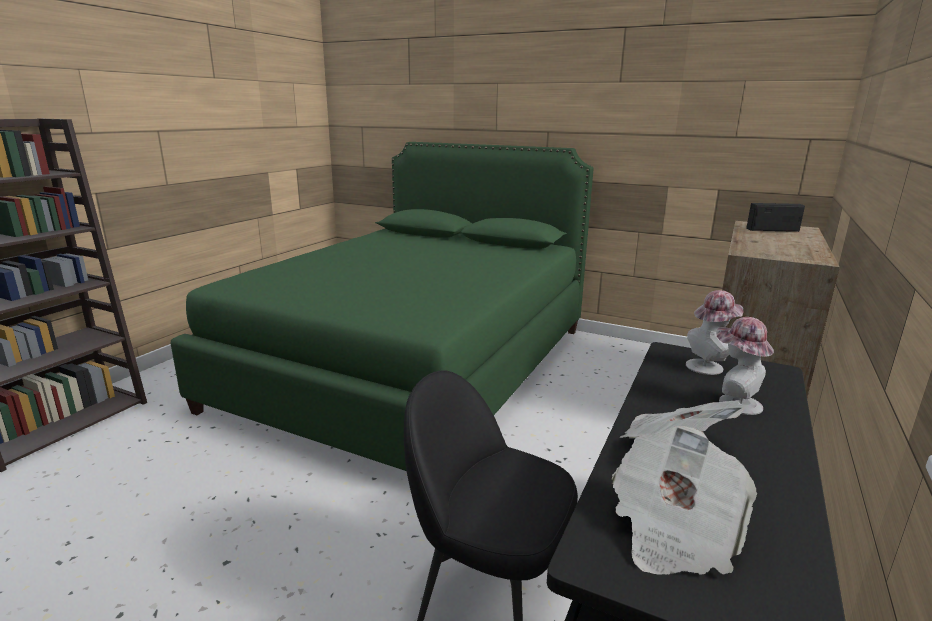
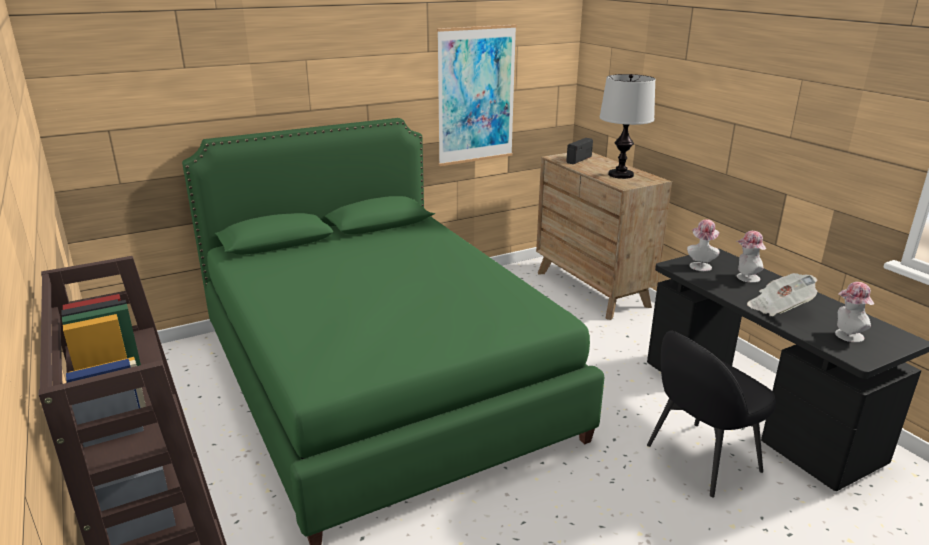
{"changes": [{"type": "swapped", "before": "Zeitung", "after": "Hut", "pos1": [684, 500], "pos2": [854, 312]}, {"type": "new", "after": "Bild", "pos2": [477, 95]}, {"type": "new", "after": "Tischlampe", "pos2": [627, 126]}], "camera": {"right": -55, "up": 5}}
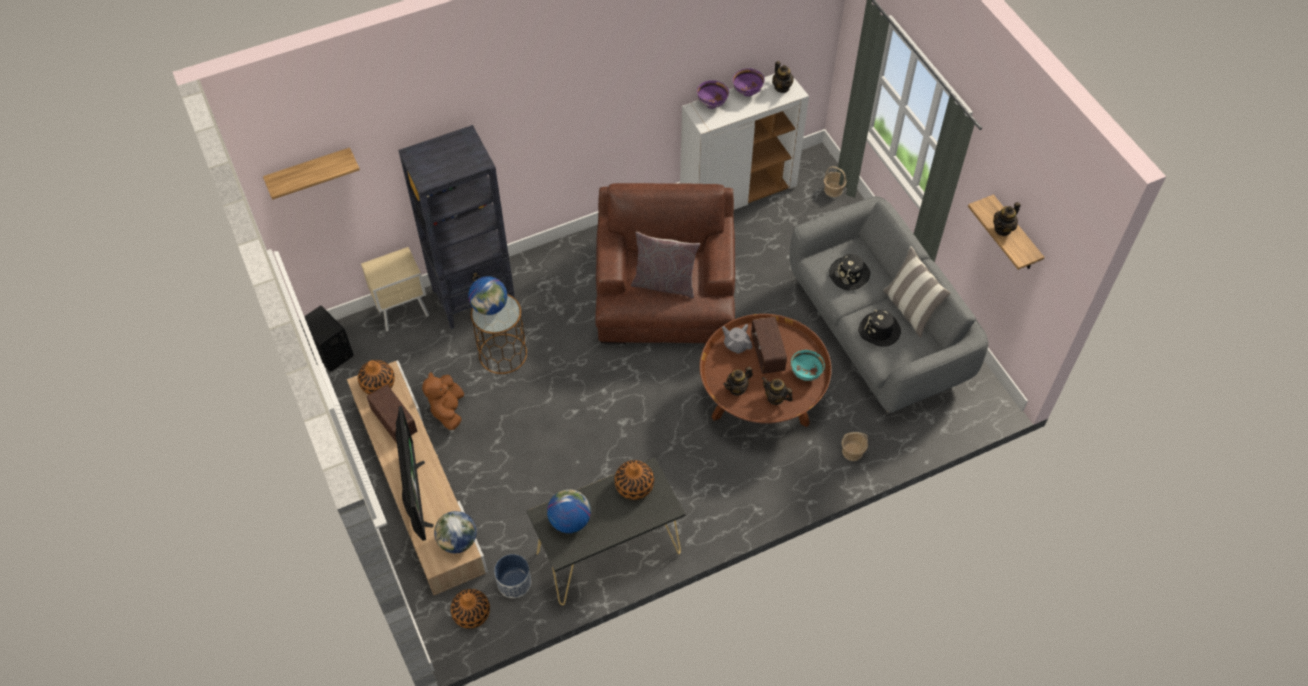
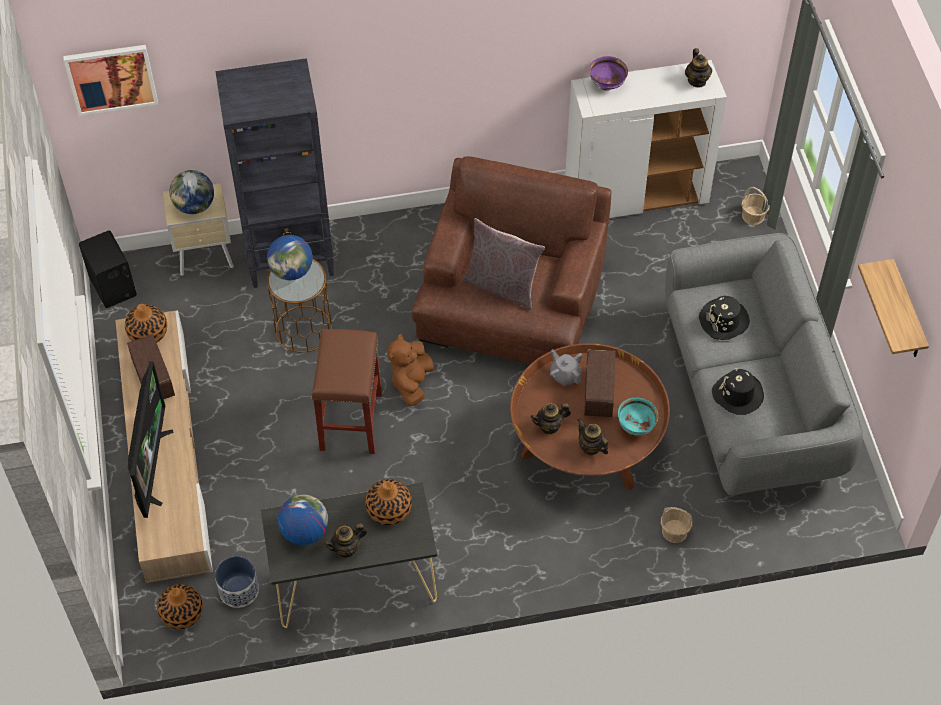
{"changes": [{"type": "swapped", "before": "Wandregal", "after": "Bild", "pos1": [311, 174], "pos2": [110, 80]}, {"type": "shifted", "before": "Plüschtier (braun)", "pos1": [443, 401], "pos2": [410, 370]}, {"type": "shifted", "before": "Globus", "pos1": [455, 532], "pos2": [192, 192]}, {"type": "gone", "before": "Schüssel (lila)", "pos1": [748, 82]}, {"type": "gone", "before": "Kissen", "pos1": [916, 292]}, {"type": "shifted", "before": "Teekanne", "pos1": [1007, 219], "pos2": [345, 540]}, {"type": "new", "after": "Hocker (braun)", "pos2": [347, 391]}], "camera": {"right": 15, "up": 0}}
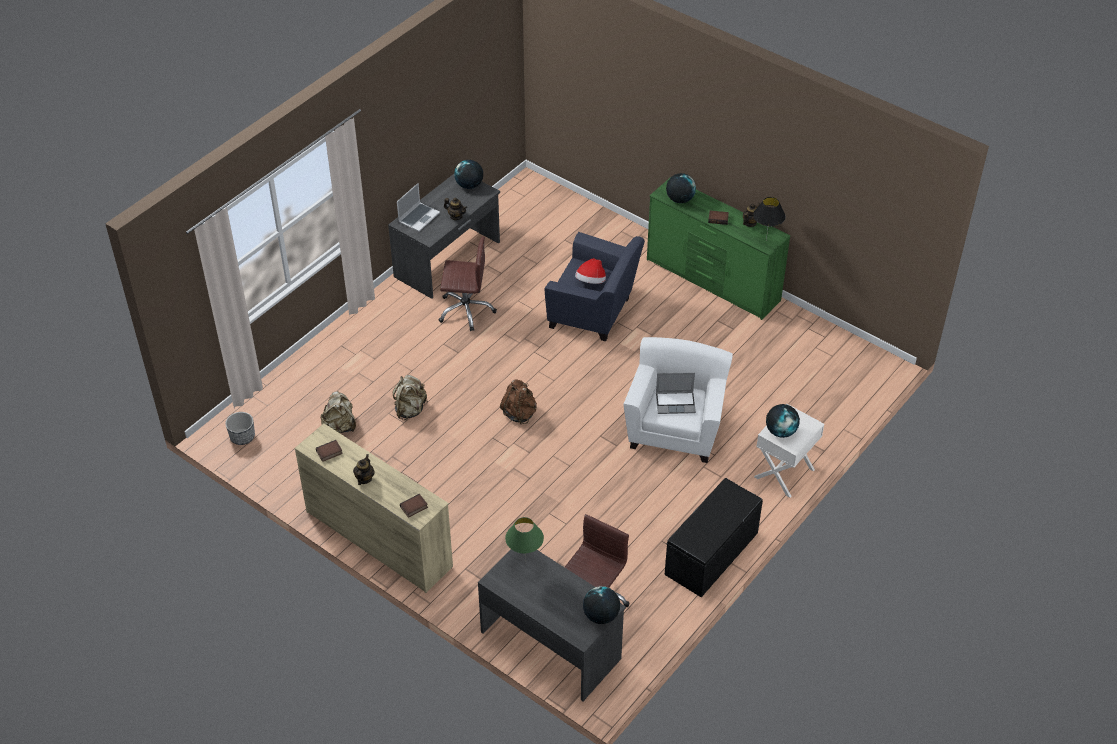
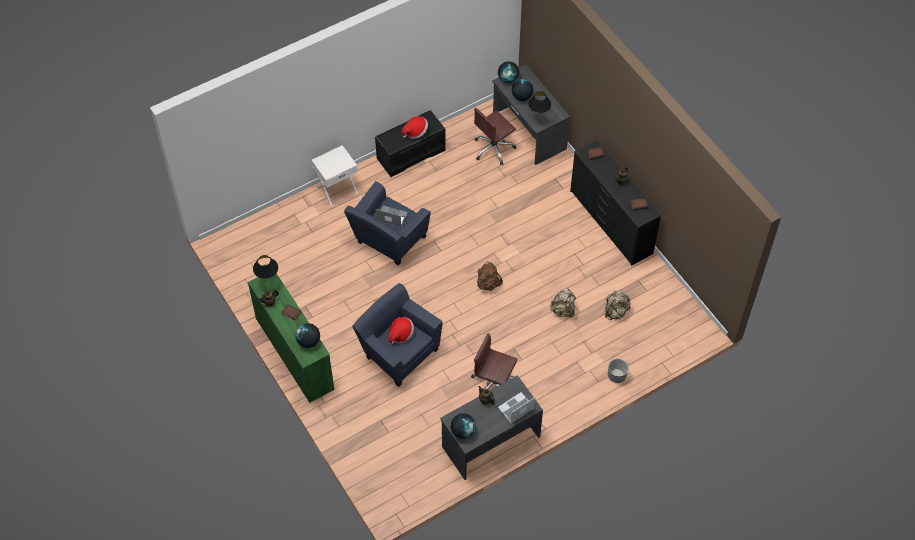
{"changes": [{"type": "shifted", "before": "Pflanzkübel", "pos1": [240, 428], "pos2": [618, 370]}, {"type": "repainted", "before": "Kommode (beige)", "after": "Kommode (schwarz)", "pos1": [374, 508], "pos2": [615, 203]}, {"type": "repainted", "before": "Tischlampe (grün)", "after": "Tischlampe (schwarz)", "pos1": [524, 535], "pos2": [539, 105]}, {"type": "repainted", "before": "Sessel (weiß)", "after": "Sessel (blau)", "pos1": [678, 400], "pos2": [387, 223]}, {"type": "shifted", "before": "Globus", "pos1": [783, 421], "pos2": [522, 90]}, {"type": "new", "after": "Hut", "pos2": [415, 127]}], "camera": {"right": -160, "up": 10}}
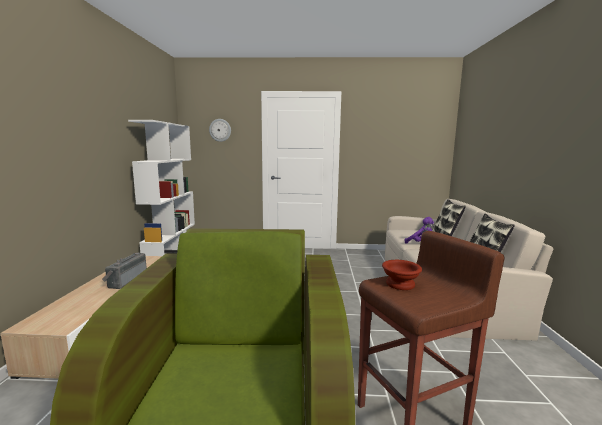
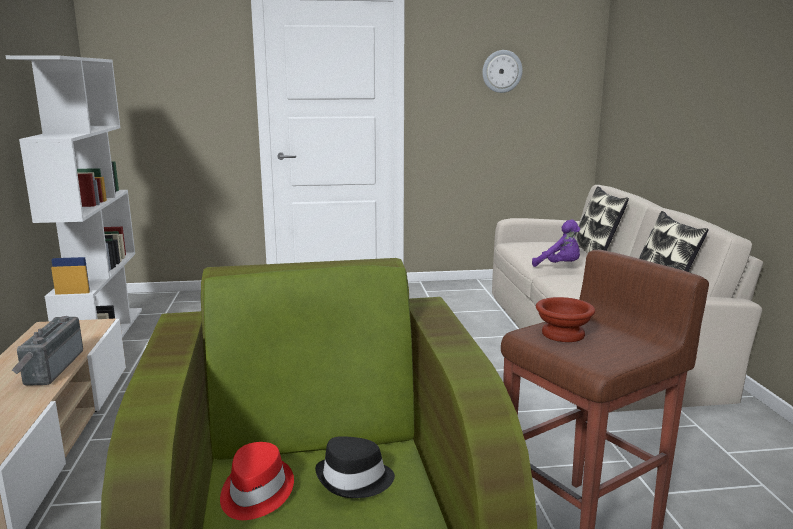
{"changes": [{"type": "shifted", "before": "Wanduhr", "pos1": [220, 130], "pos2": [502, 71]}, {"type": "new", "after": "Hut (rot)", "pos2": [257, 481]}, {"type": "new", "after": "Hut (schwarz)", "pos2": [355, 467]}], "camera": {"right": -10, "up": 5}}
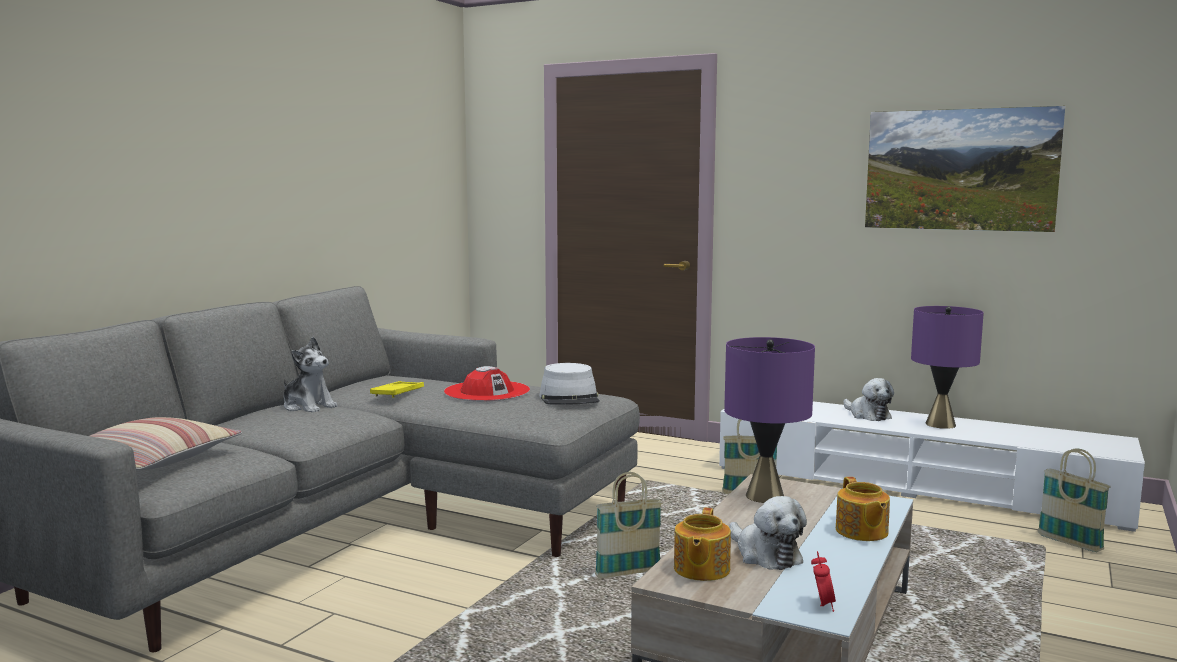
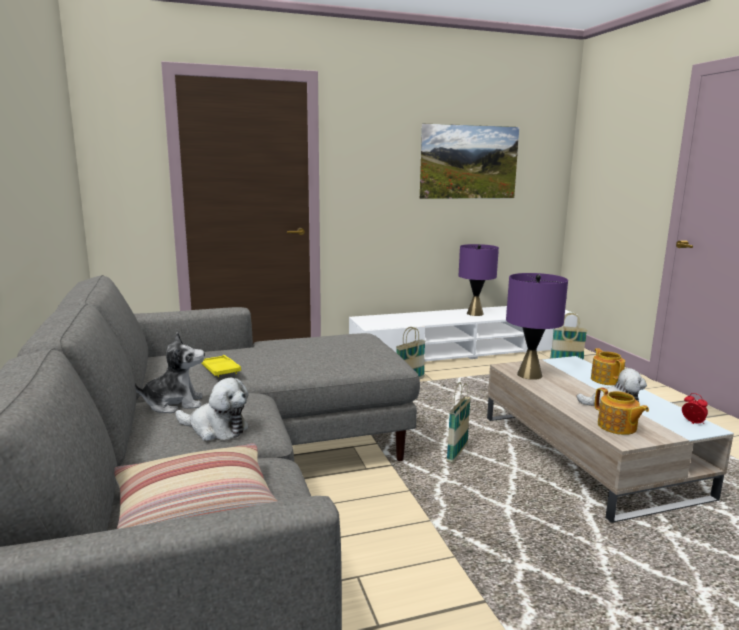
{"changes": [{"type": "gone", "before": "Hut (rot)", "pos1": [487, 383]}, {"type": "gone", "before": "Hut (grau)", "pos1": [569, 384]}, {"type": "rotated", "before": "Teekanne", "pos1": [863, 509], "pos2": [608, 367], "turn": -135}, {"type": "shifted", "before": "Plüschtier", "pos1": [869, 399], "pos2": [212, 409]}], "camera": {"right": -45, "up": 5}}
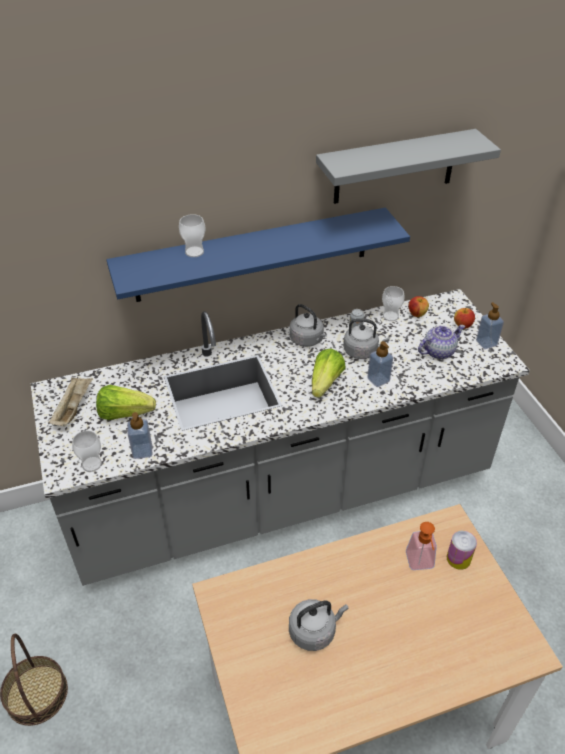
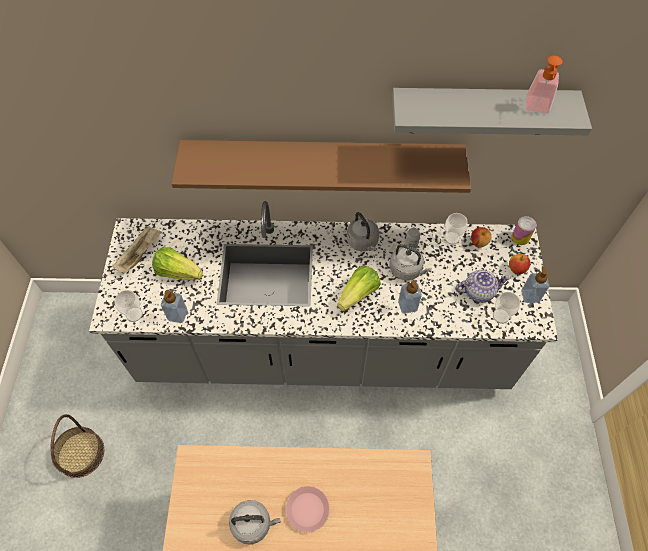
{"changes": [{"type": "repainted", "before": "Wandregal (blau)", "after": "Wandregal (braun)", "pos1": [258, 255], "pos2": [321, 166]}, {"type": "shifted", "before": "Tasse", "pos1": [192, 235], "pos2": [506, 308]}, {"type": "shifted", "before": "Seifenspender", "pos1": [421, 546], "pos2": [544, 85]}, {"type": "shifted", "before": "Dose", "pos1": [462, 550], "pos2": [524, 230]}, {"type": "new", "after": "Teller (rosa)", "pos2": [308, 509]}], "camera": {"right": 20, "up": 15}}
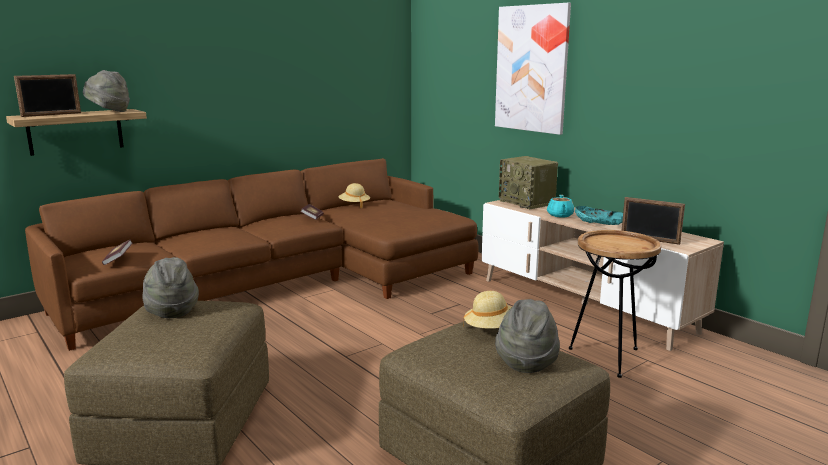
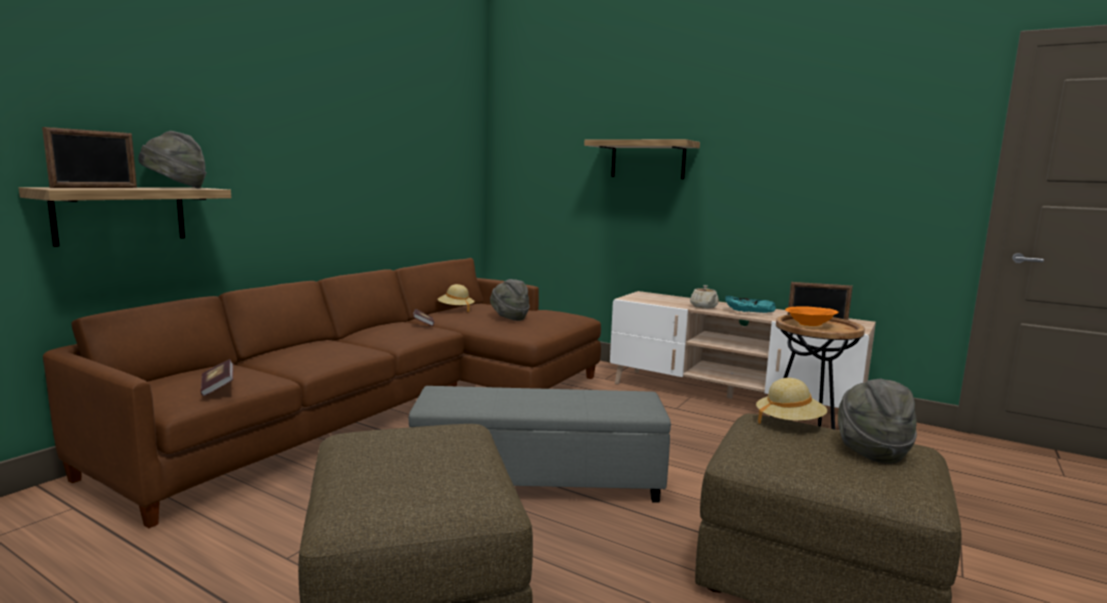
{"changes": [{"type": "shifted", "before": "Hut (grau)", "pos1": [170, 287], "pos2": [510, 300]}, {"type": "swapped", "before": "Bild", "after": "Wandregal", "pos1": [533, 69], "pos2": [642, 159]}, {"type": "gone", "before": "Radio", "pos1": [528, 182]}, {"type": "repainted", "before": "Teekanne (türkis)", "after": "Teekanne (beige)", "pos1": [560, 206], "pos2": [704, 297]}, {"type": "new", "after": "Polsterhocker (grau)", "pos2": [539, 444]}, {"type": "new", "after": "Schüssel (orange)", "pos2": [811, 316]}], "camera": {"right": -20, "up": -5}}
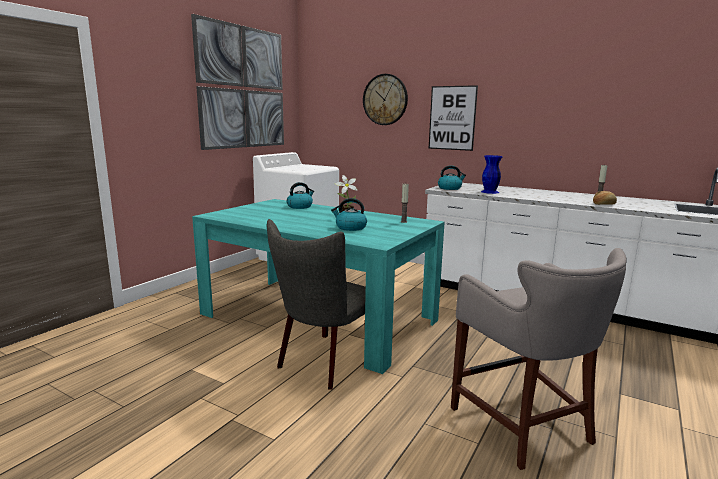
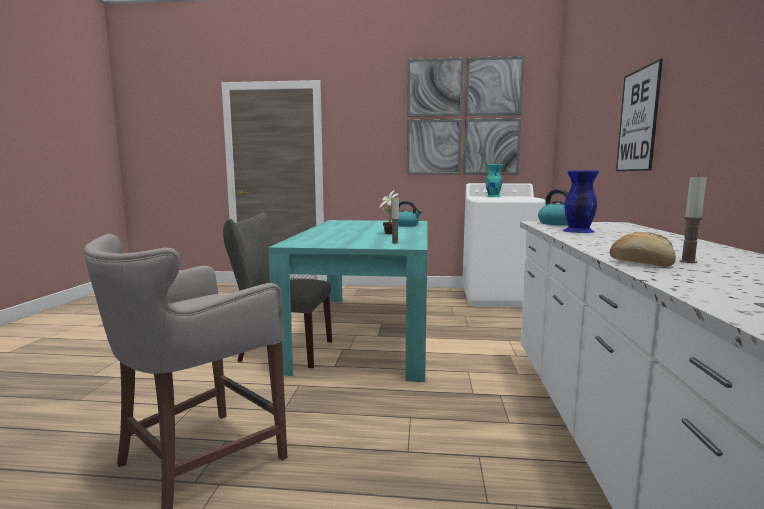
{"changes": [{"type": "gone", "before": "Wasserkessel", "pos1": [349, 214]}, {"type": "gone", "before": "Wanduhr", "pos1": [385, 99]}, {"type": "new", "after": "Vase (türkis)", "pos2": [494, 180]}], "camera": {"right": 65, "up": -5}}
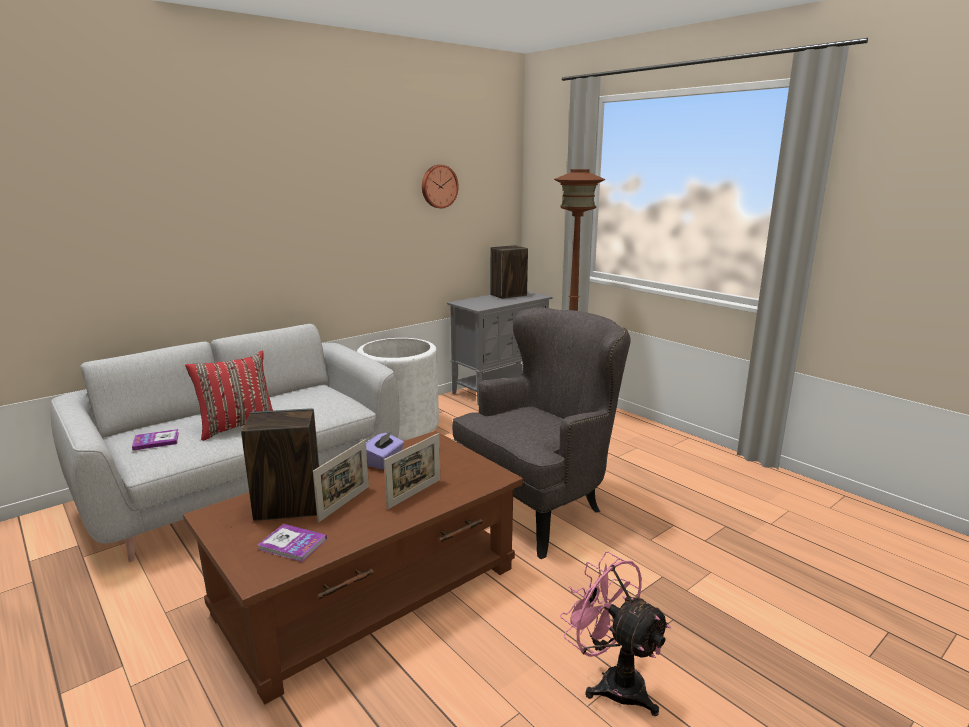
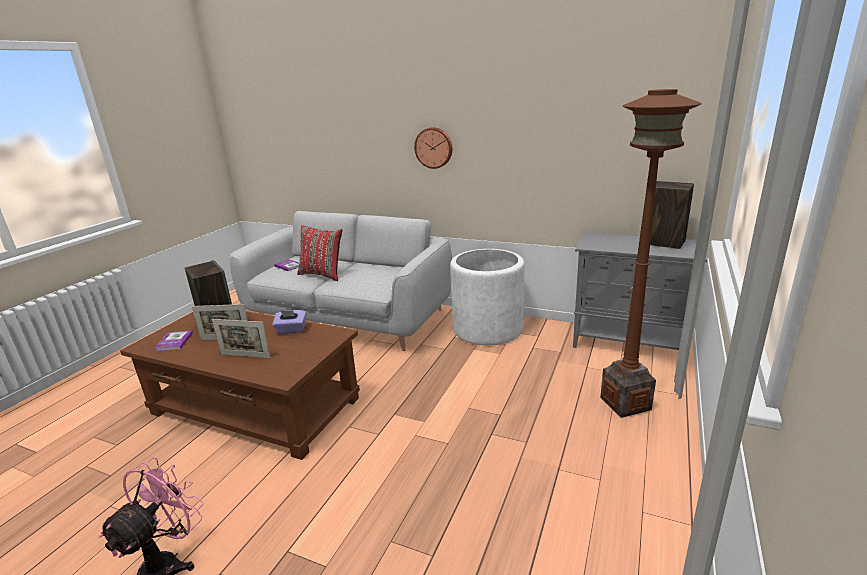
{"changes": [{"type": "shifted", "before": "Wanduhr", "pos1": [440, 186], "pos2": [433, 148]}, {"type": "gone", "before": "Sessel (grau)", "pos1": [541, 433]}], "camera": {"right": 65, "up": 5}}
